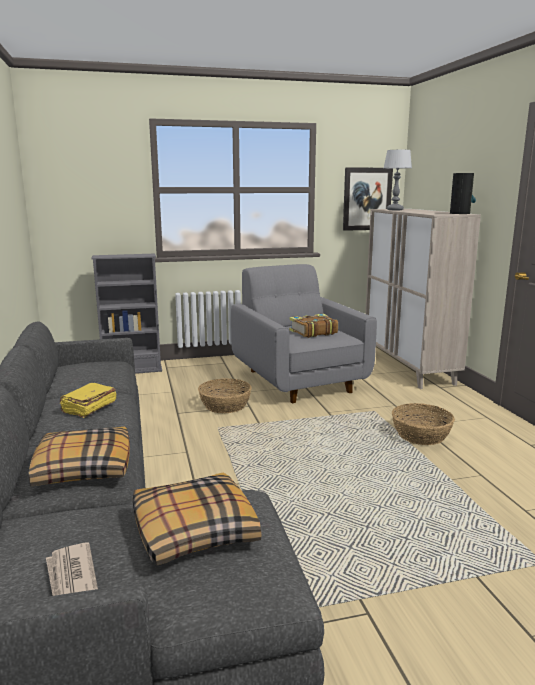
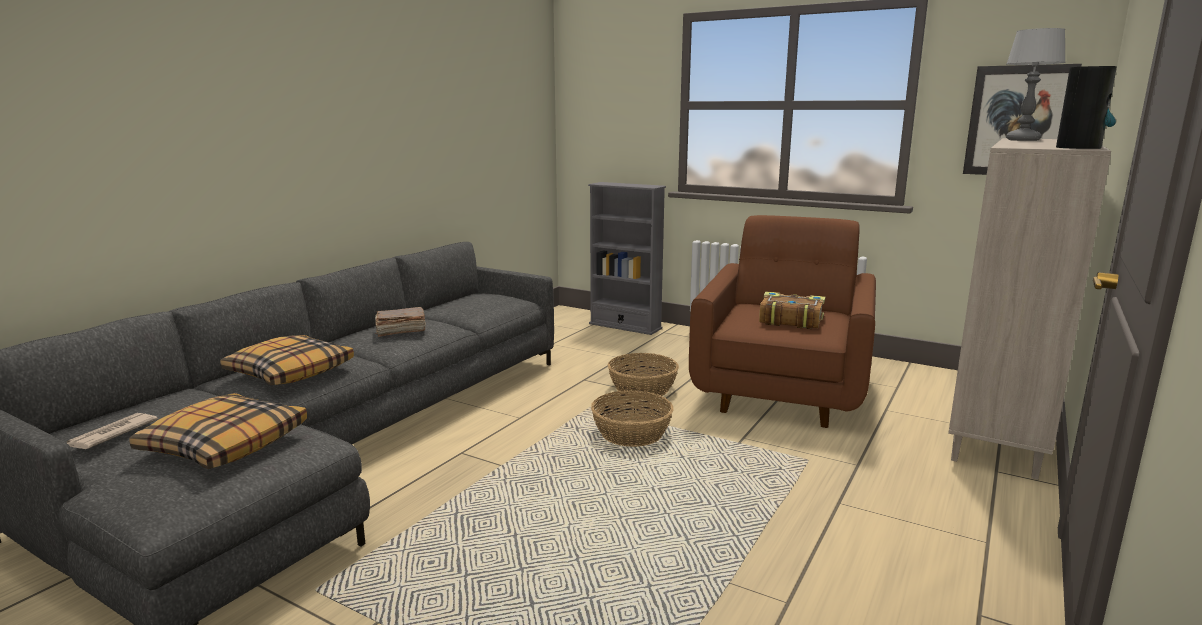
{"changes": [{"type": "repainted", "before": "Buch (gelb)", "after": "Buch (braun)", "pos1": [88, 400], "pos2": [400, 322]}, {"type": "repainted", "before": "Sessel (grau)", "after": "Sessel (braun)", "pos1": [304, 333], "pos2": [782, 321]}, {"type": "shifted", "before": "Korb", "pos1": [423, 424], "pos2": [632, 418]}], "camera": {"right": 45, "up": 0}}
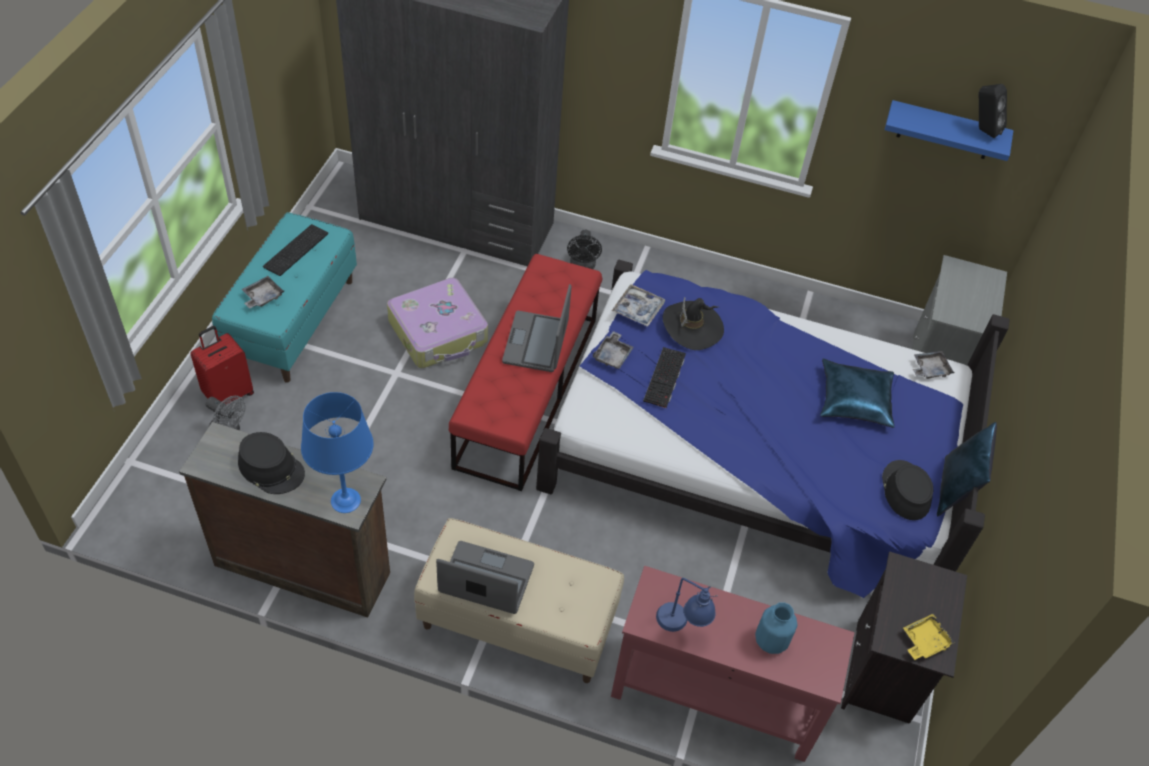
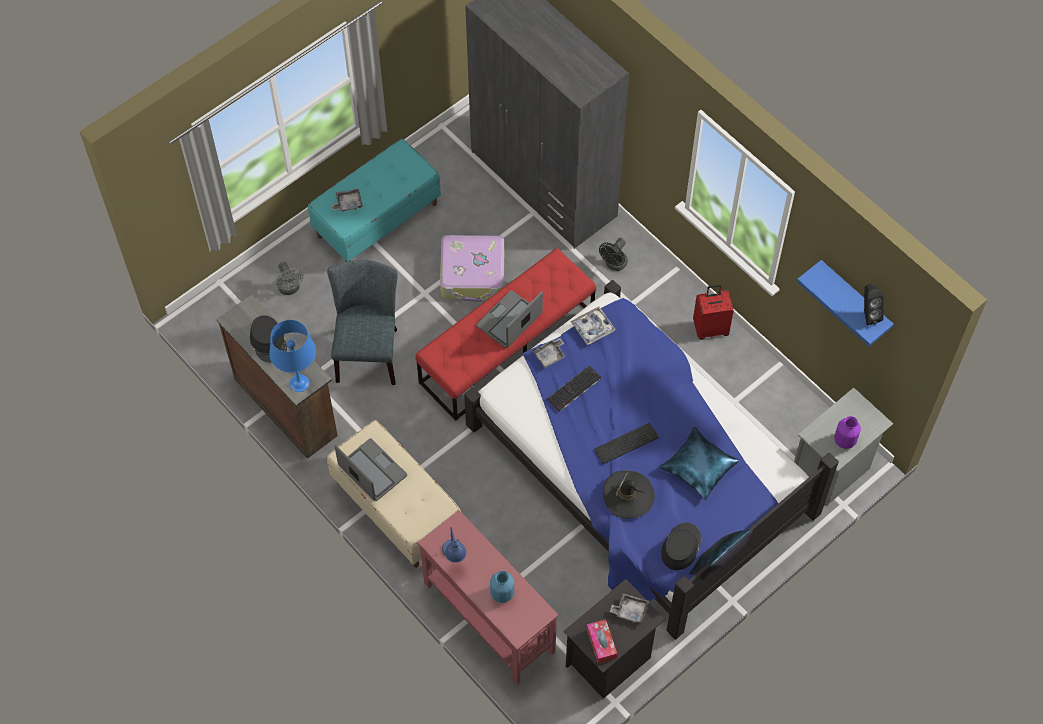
{"changes": [{"type": "shifted", "before": "Koffer (rot)", "pos1": [222, 365], "pos2": [713, 312]}, {"type": "shifted", "before": "Tastatur", "pos1": [295, 250], "pos2": [626, 443]}, {"type": "shifted", "before": "Hut (schwarz)", "pos1": [693, 323], "pos2": [629, 495]}, {"type": "swapped", "before": "Tablett (gelb)", "after": "Taschentuchbox", "pos1": [929, 637], "pos2": [602, 641]}, {"type": "shifted", "before": "Tablett (grau)", "pos1": [934, 365], "pos2": [629, 608]}, {"type": "new", "after": "Stuhl (grau)", "pos2": [362, 322]}, {"type": "new", "after": "Vase (lila)", "pos2": [847, 432]}], "camera": {"right": 35, "up": 10}}
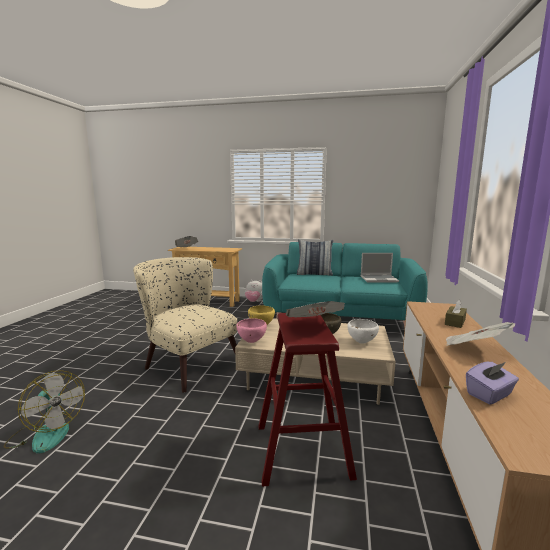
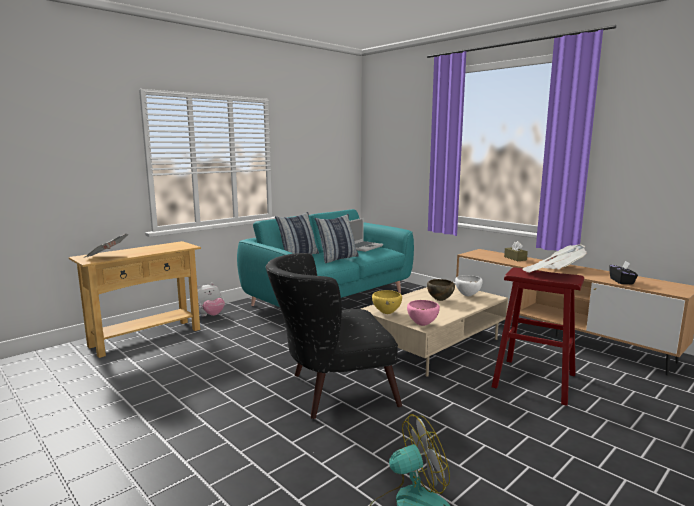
{"changes": [{"type": "repainted", "before": "Sessel (beige)", "after": "Sessel (schwarz)", "pos1": [185, 325], "pos2": [334, 336]}, {"type": "repainted", "before": "Taschentuchbox (lila)", "after": "Taschentuchbox (schwarz)", "pos1": [492, 383], "pos2": [623, 272]}, {"type": "new", "after": "Kissen", "pos2": [336, 238]}], "camera": {"right": -55, "up": 0}}
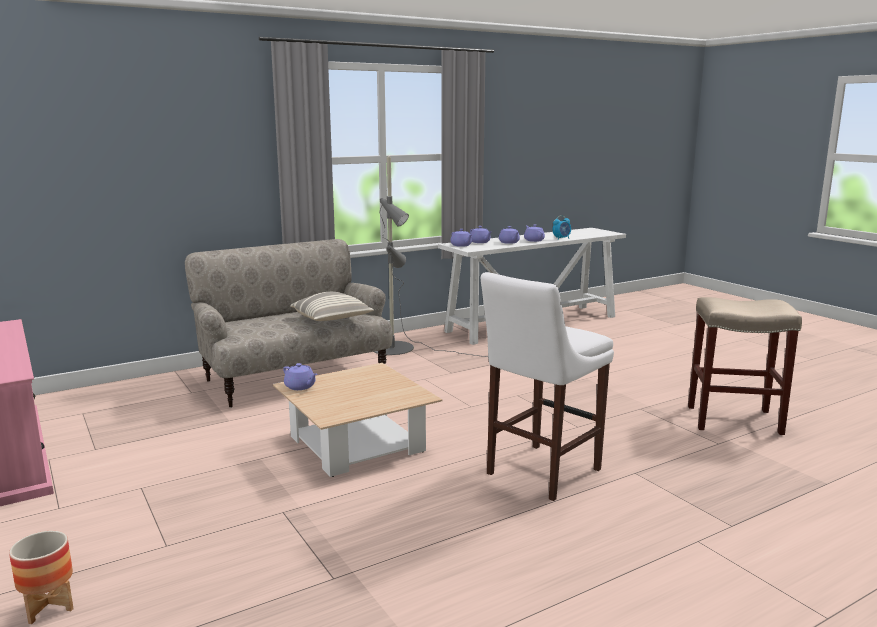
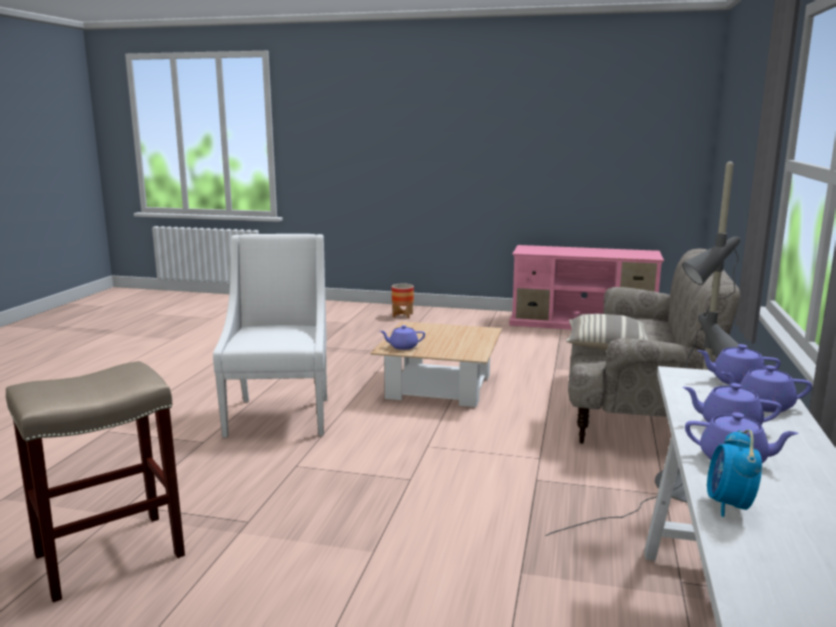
{"changes": [{"type": "shifted", "before": "Teekanne (lila)", "pos1": [300, 376], "pos2": [402, 337]}, {"type": "swapped", "before": "Hocker (weiß)", "after": "Sessel (weiß)", "pos1": [547, 386], "pos2": [270, 336]}], "camera": {"right": 135, "up": 0}}
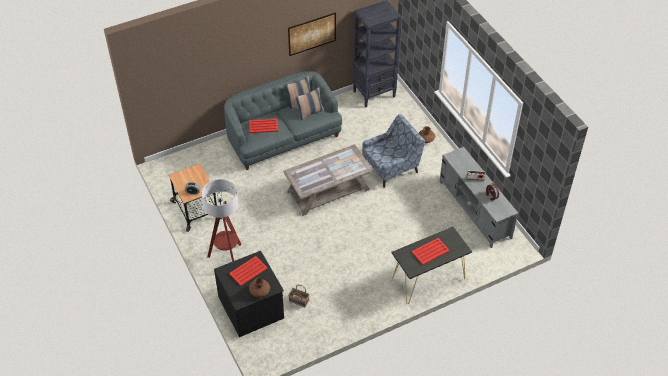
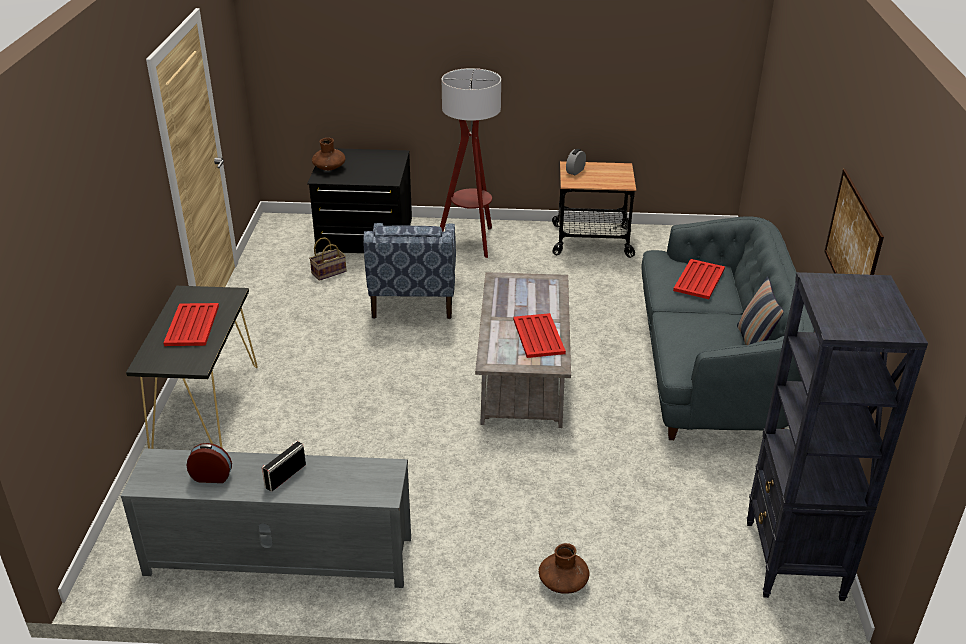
{"changes": [{"type": "shifted", "before": "Tablett (rot)", "pos1": [248, 271], "pos2": [539, 335]}, {"type": "gone", "before": "Kissen", "pos1": [310, 103]}, {"type": "shifted", "before": "Sessel (blau)", "pos1": [393, 151], "pos2": [410, 271]}], "camera": {"right": 120, "up": -15}}
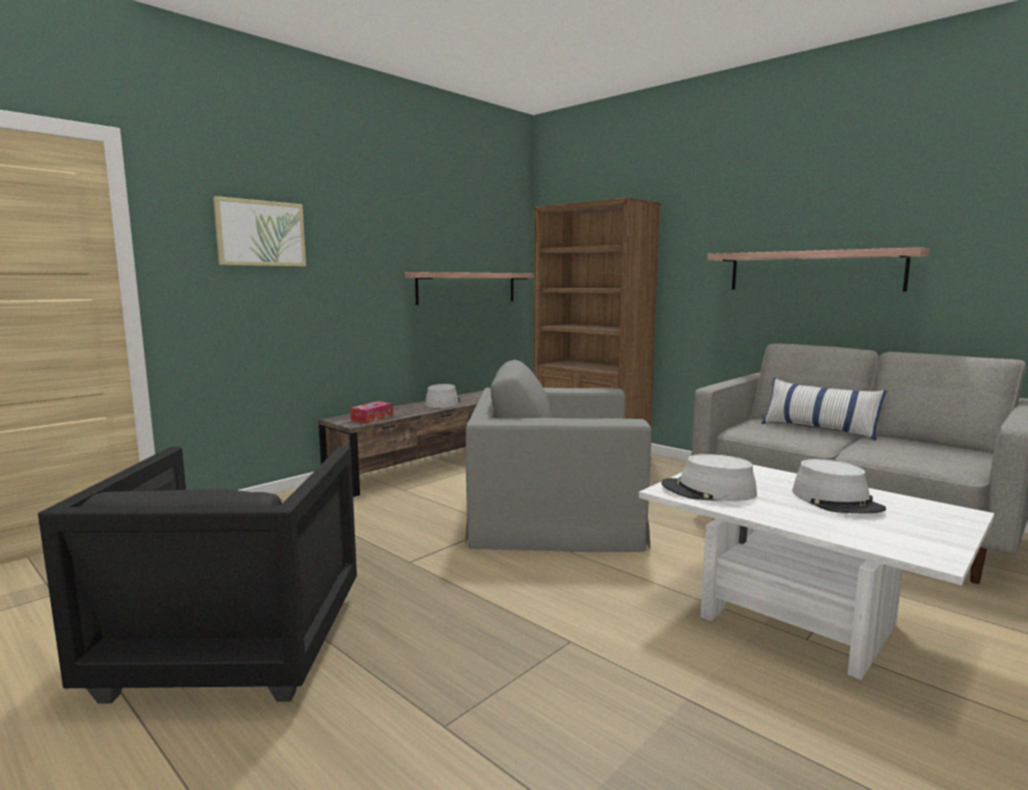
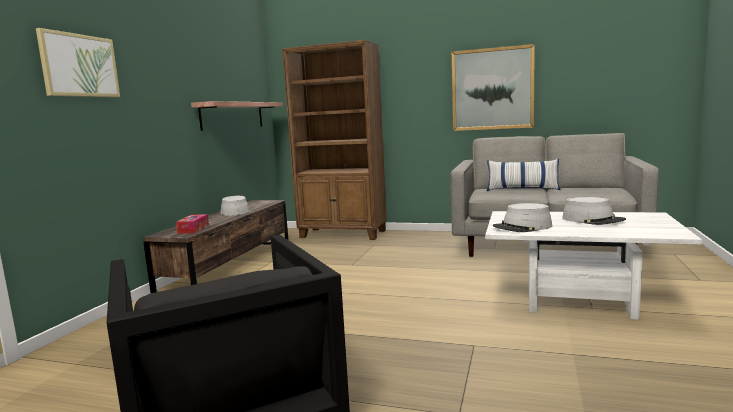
{"changes": [{"type": "gone", "before": "Sessel (grau)", "pos1": [558, 456]}, {"type": "swapped", "before": "Wandregal", "after": "Bild", "pos1": [818, 269], "pos2": [493, 87]}], "camera": {"right": -25, "up": 0}}
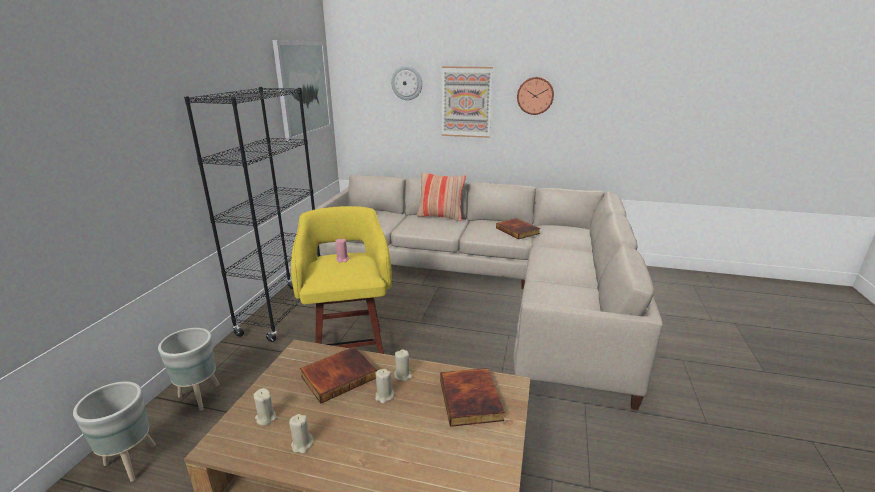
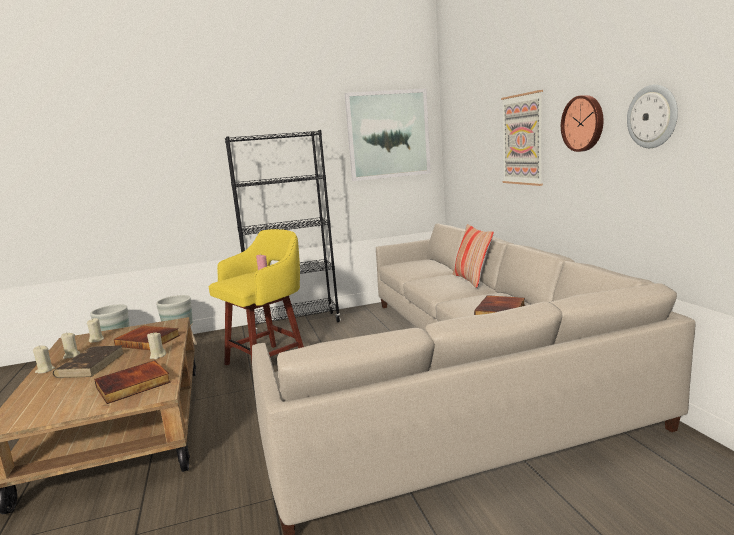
{"changes": [{"type": "shifted", "before": "Kerze (beige)", "pos1": [385, 386], "pos2": [44, 360]}, {"type": "shifted", "before": "Wanduhr", "pos1": [406, 83], "pos2": [652, 116]}, {"type": "new", "after": "Buch (braun)", "pos2": [88, 361]}], "camera": {"right": 60, "up": -10}}
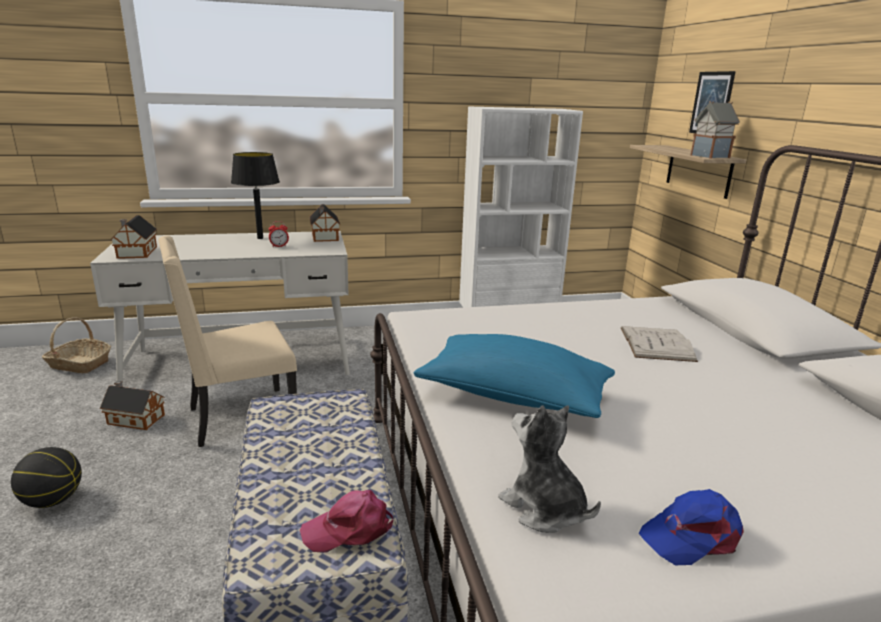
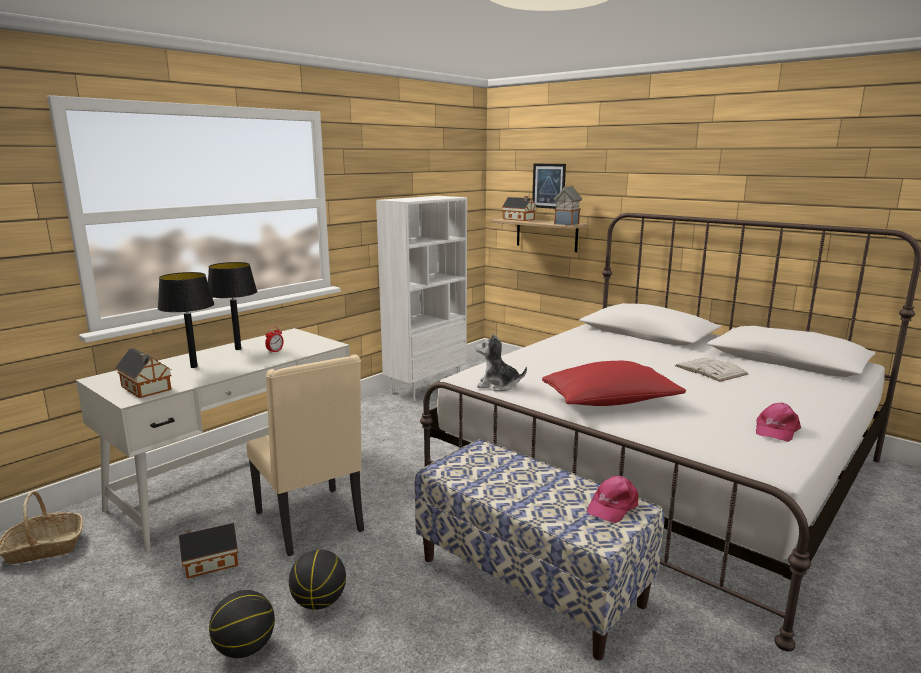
{"changes": [{"type": "rotated", "before": "Stuhl (beige)", "pos1": [227, 341], "pos2": [305, 455], "turn": -60}, {"type": "shifted", "before": "Spielzeughaus", "pos1": [324, 223], "pos2": [519, 208]}, {"type": "repainted", "before": "Kissen (blau)", "after": "Kissen (rot)", "pos1": [514, 376], "pos2": [614, 383]}, {"type": "shifted", "before": "Plüschtier", "pos1": [549, 469], "pos2": [501, 362]}, {"type": "shifted", "before": "Buch (weiß)", "pos1": [659, 344], "pos2": [711, 370]}, {"type": "repainted", "before": "Kappe (blau)", "after": "Kappe (rosa)", "pos1": [691, 527], "pos2": [778, 422]}, {"type": "new", "after": "Tischlampe (schwarz)", "pos2": [186, 320]}, {"type": "new", "after": "Basketball", "pos2": [317, 579]}], "camera": {"right": -35, "up": -5}}
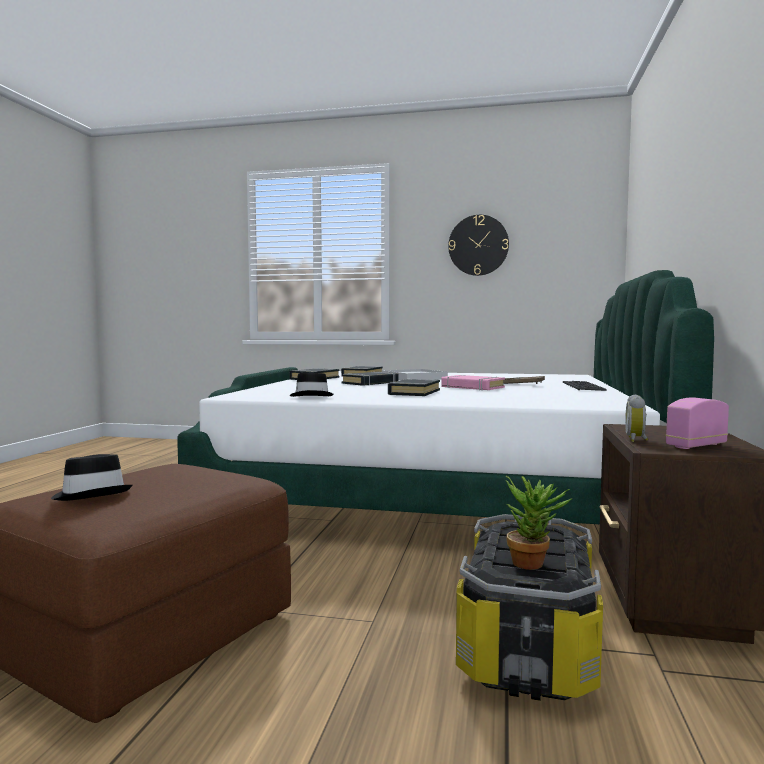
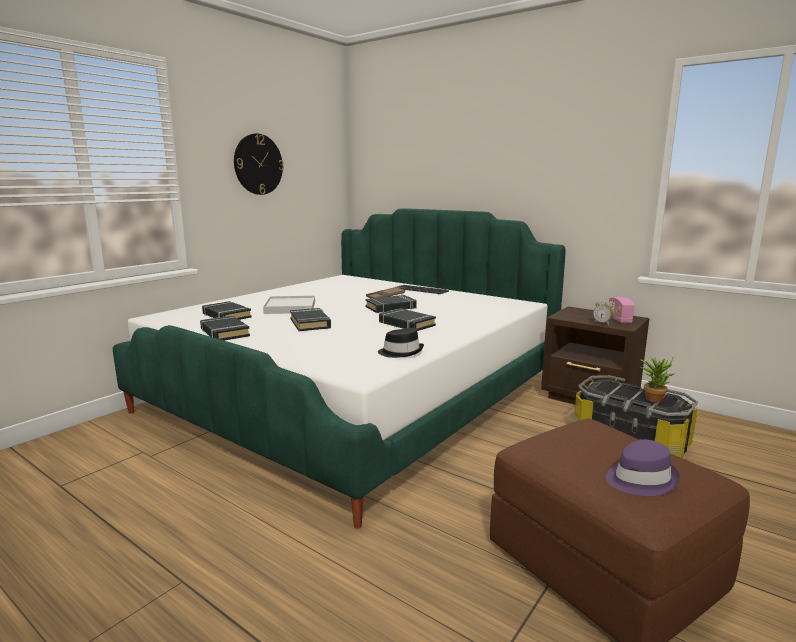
{"changes": [{"type": "repainted", "before": "Hut (schwarz)", "after": "Hut (lila)", "pos1": [92, 477], "pos2": [642, 468]}, {"type": "repainted", "before": "Buch (rosa)", "after": "Buch (schwarz)", "pos1": [473, 382], "pos2": [391, 304]}], "camera": {"right": -65, "up": 10}}
